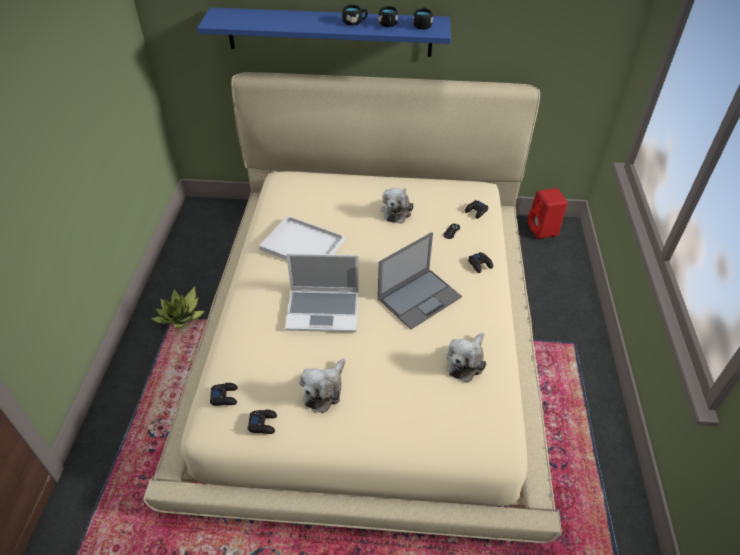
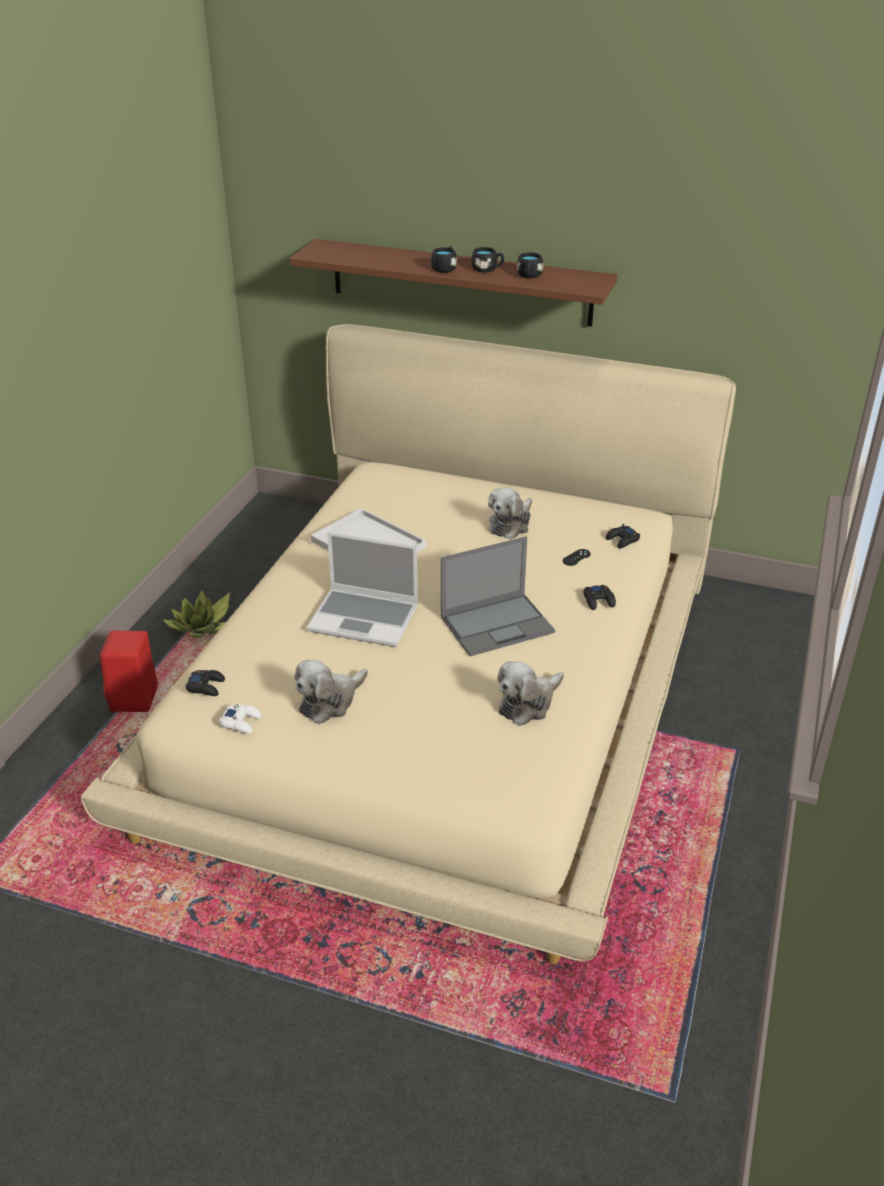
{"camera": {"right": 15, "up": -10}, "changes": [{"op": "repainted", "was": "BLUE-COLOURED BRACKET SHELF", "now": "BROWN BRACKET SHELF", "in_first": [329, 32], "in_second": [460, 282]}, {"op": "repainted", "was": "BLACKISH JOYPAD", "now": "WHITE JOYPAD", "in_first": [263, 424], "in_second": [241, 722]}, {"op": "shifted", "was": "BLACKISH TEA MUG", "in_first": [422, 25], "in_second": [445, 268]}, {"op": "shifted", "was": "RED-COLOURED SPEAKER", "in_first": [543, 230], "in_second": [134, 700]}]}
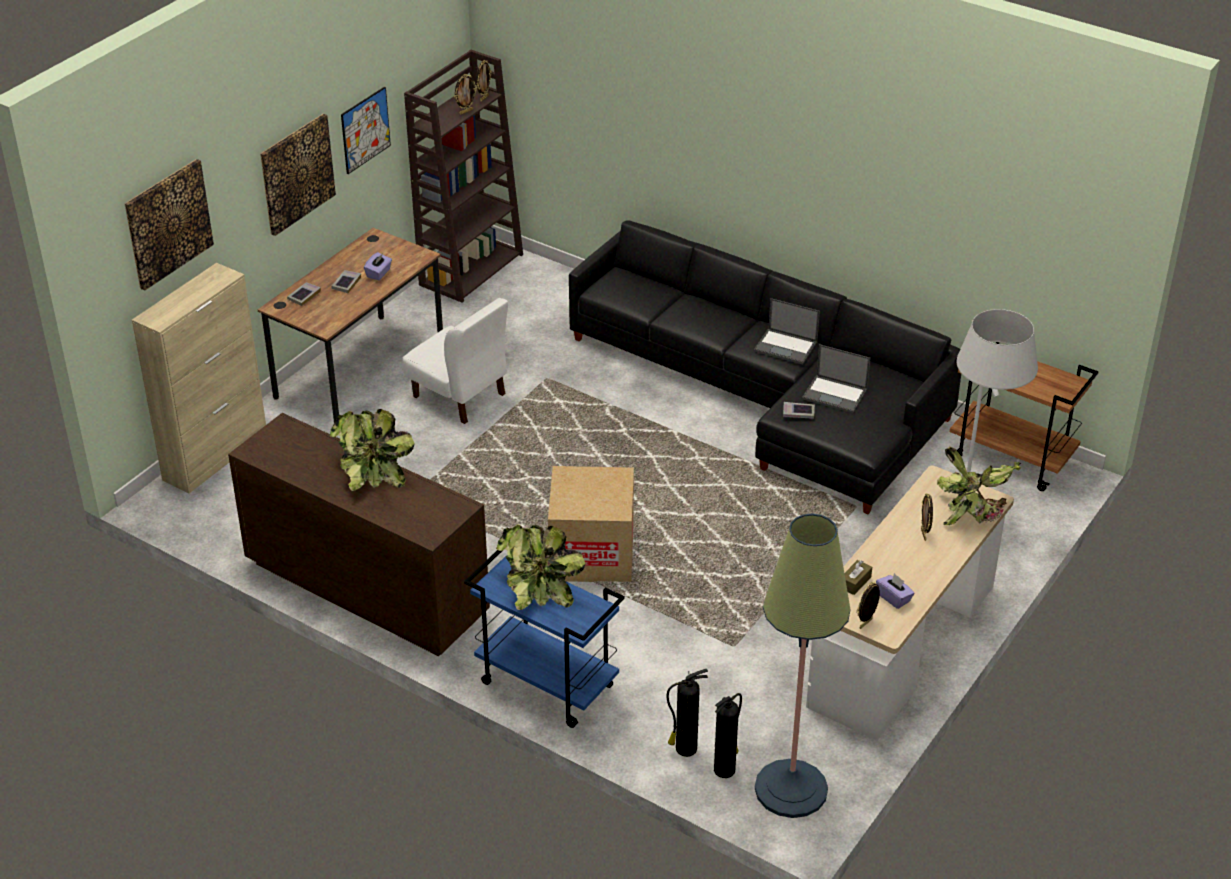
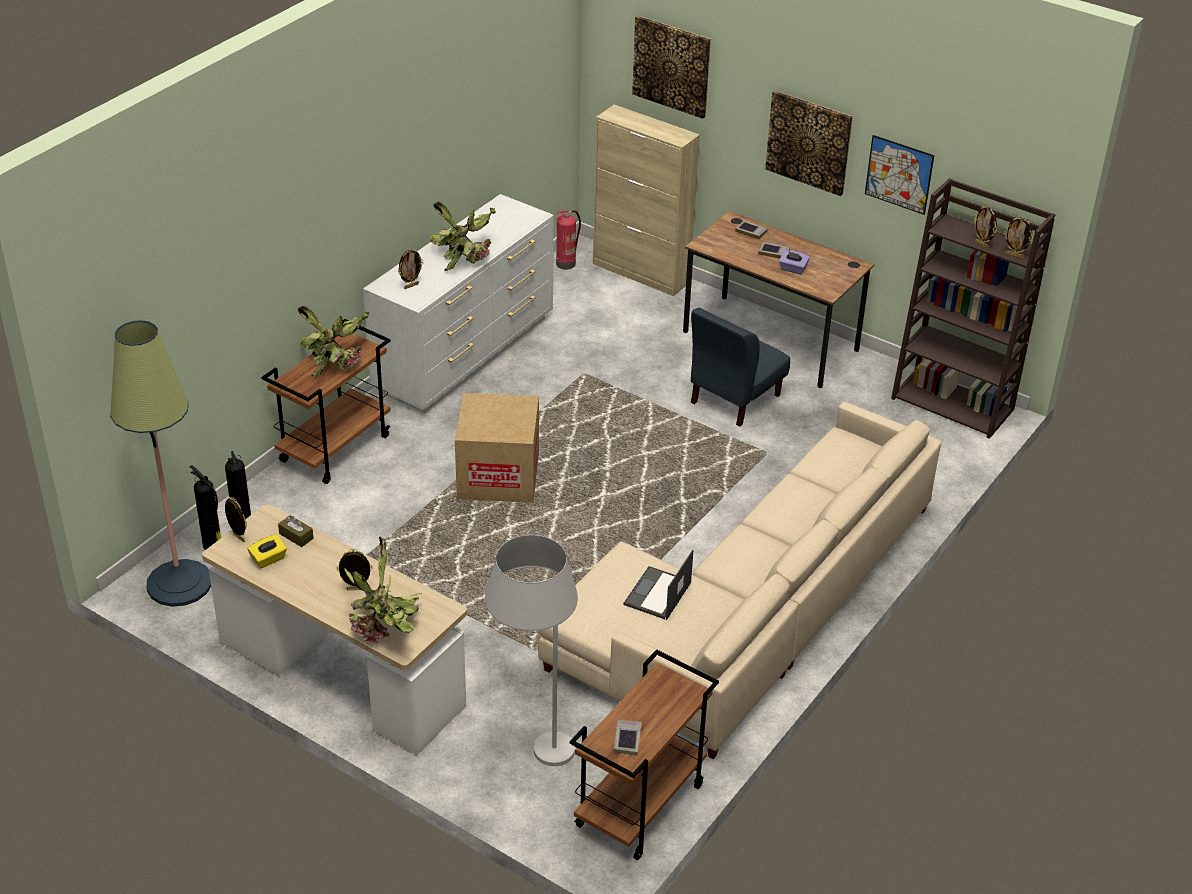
{"camera": {"right": 90, "up": 0}, "changes": [{"op": "repainted", "was": "BROWN CHEST OF DRAWERS", "now": "WHITE CHEST OF DRAWERS", "in_first": [366, 589], "in_second": [466, 354]}, {"op": "repainted", "was": "WHITE CHAIR", "now": "BLUE-COLOURED CHAIR", "in_first": [459, 395], "in_second": [734, 399]}, {"op": "repainted", "was": "BLUE-COLOURED CART", "now": "BROWN CART", "in_first": [545, 685], "in_second": [335, 448]}, {"op": "repainted", "was": "BLACKISH COUCH", "now": "BEIGE-COLOURED COUCH", "in_first": [769, 394], "in_second": [751, 610]}, {"op": "gone", "was": "PORTABLE COMPUTER", "in_first": [786, 346]}, {"op": "shifted", "was": "BOUND BOOK", "in_first": [798, 413], "in_second": [627, 740]}, {"op": "repainted", "was": "PURPLE TISSUE BOX", "now": "YELLOWISH TISSUE BOX", "in_first": [894, 598], "in_second": [268, 559]}, {"op": "new", "now": "STANDING FRAME", "in_second": [411, 286]}, {"op": "new", "now": "FIRE EXTINGUISHER", "in_second": [566, 263]}]}
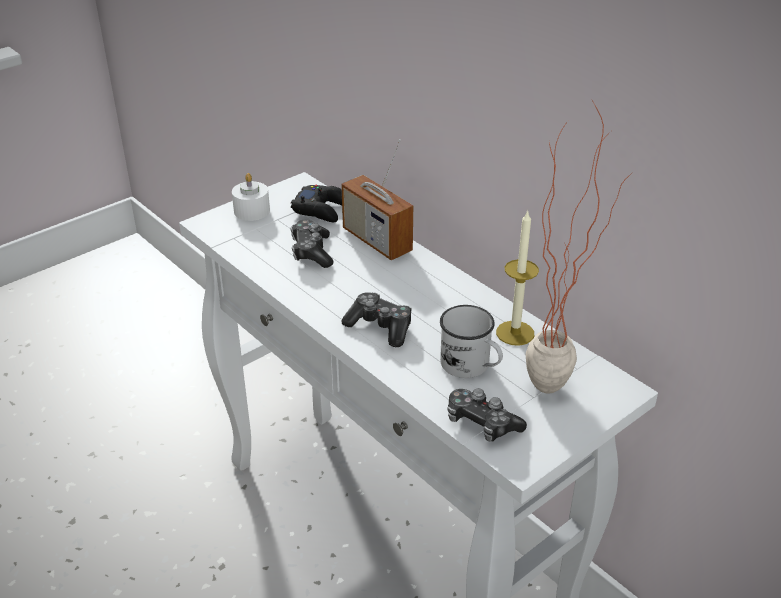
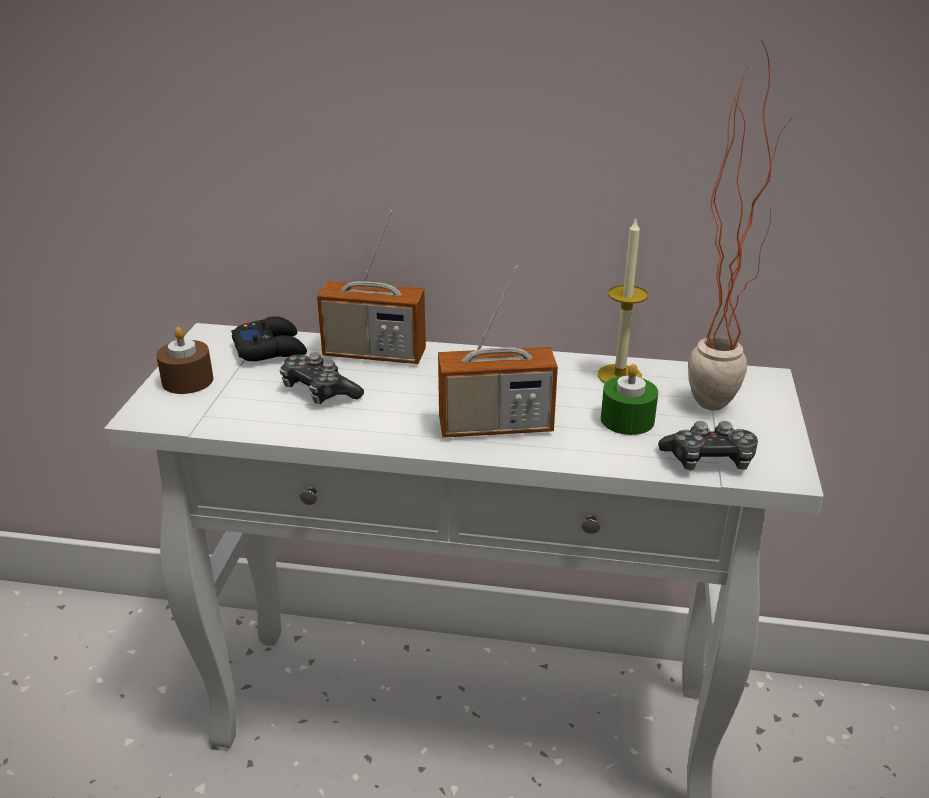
{"camera": {"right": -40, "up": -5}, "changes": [{"op": "repainted", "was": "WHITE WAX LIGHT", "now": "BROWN WAX LIGHT", "in_first": [252, 211], "in_second": [187, 380]}, {"op": "swapped", "was": "JOYPAD", "now": "RADIO SET", "in_first": [380, 327], "in_second": [495, 426]}, {"op": "swapped", "was": "WHITE TEA MUG", "now": "GREENISH WAX LIGHT", "in_first": [471, 366], "in_second": [627, 420]}]}
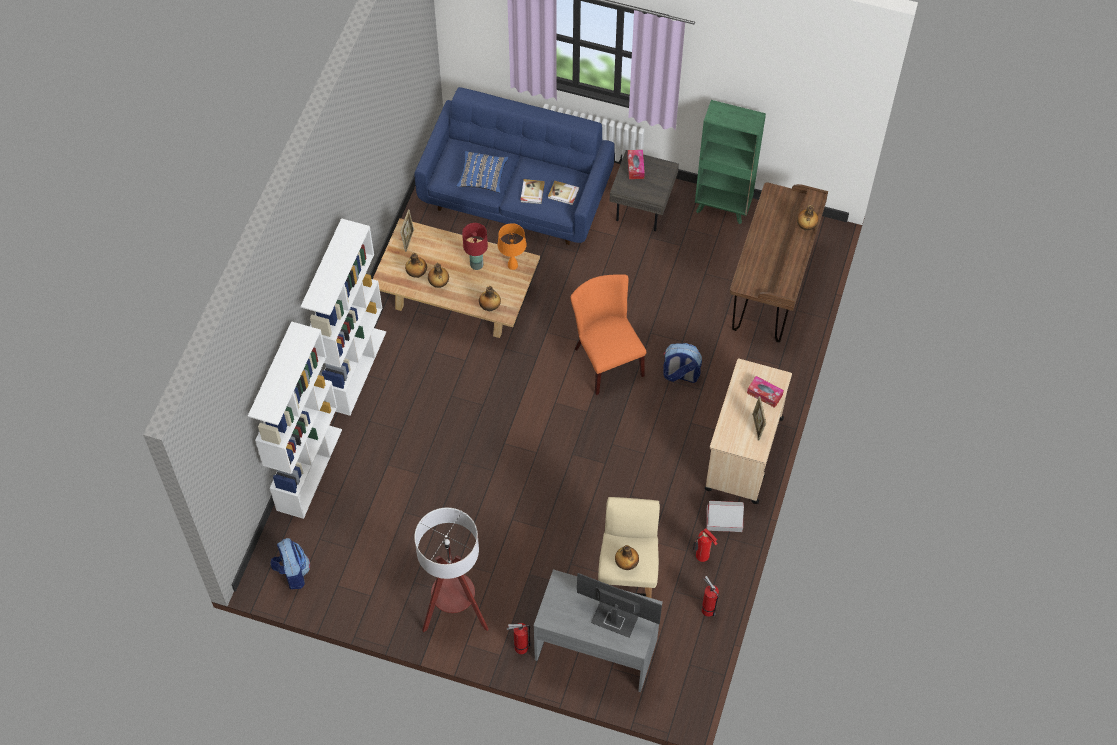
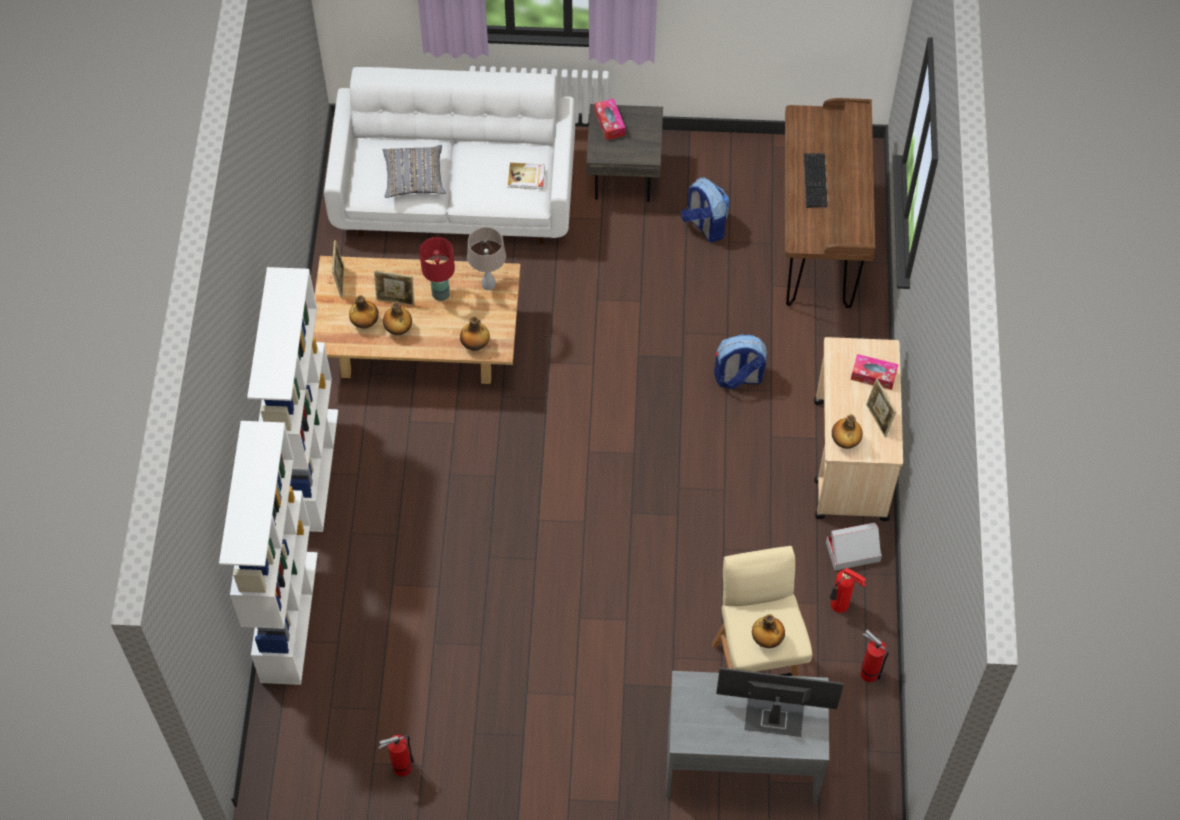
{"camera": {"right": -15, "up": 0}, "changes": [{"op": "shifted", "was": "BACKPACK", "in_first": [292, 572], "in_second": [704, 225]}, {"op": "repainted", "was": "BLUE-COLOURED COUCH", "now": "WHITE COUCH", "in_first": [516, 195], "in_second": [456, 194]}, {"op": "gone", "was": "FLOOR LAMP", "in_first": [455, 613]}, {"op": "repainted", "was": "BLUE-COLOURED CUSHION", "now": "GRAY CUSHION", "in_first": [482, 177], "in_second": [414, 179]}, {"op": "repainted", "was": "ORANGE-COLOURED LAMP FOR A TABLE", "now": "BEIGE-COLOURED LAMP FOR A TABLE", "in_first": [512, 265], "in_second": [488, 284]}, {"op": "shifted", "was": "FIRE EXTINGUISHER", "in_first": [519, 648], "in_second": [399, 768]}, {"op": "gone", "was": "BOUND BOOK", "in_first": [532, 192]}, {"op": "gone", "was": "ORANGE-COLOURED CHAIR", "in_first": [605, 358]}, {"op": "gone", "was": "GREENISH BOOKSHELF", "in_first": [723, 207]}, {"op": "shifted", "was": "DRINK BOTTLE", "in_first": [806, 226], "in_second": [844, 442]}, {"op": "new", "now": "STANDING FRAME", "in_second": [396, 301]}, {"op": "new", "now": "PC KEYBOARD", "in_second": [816, 181]}]}
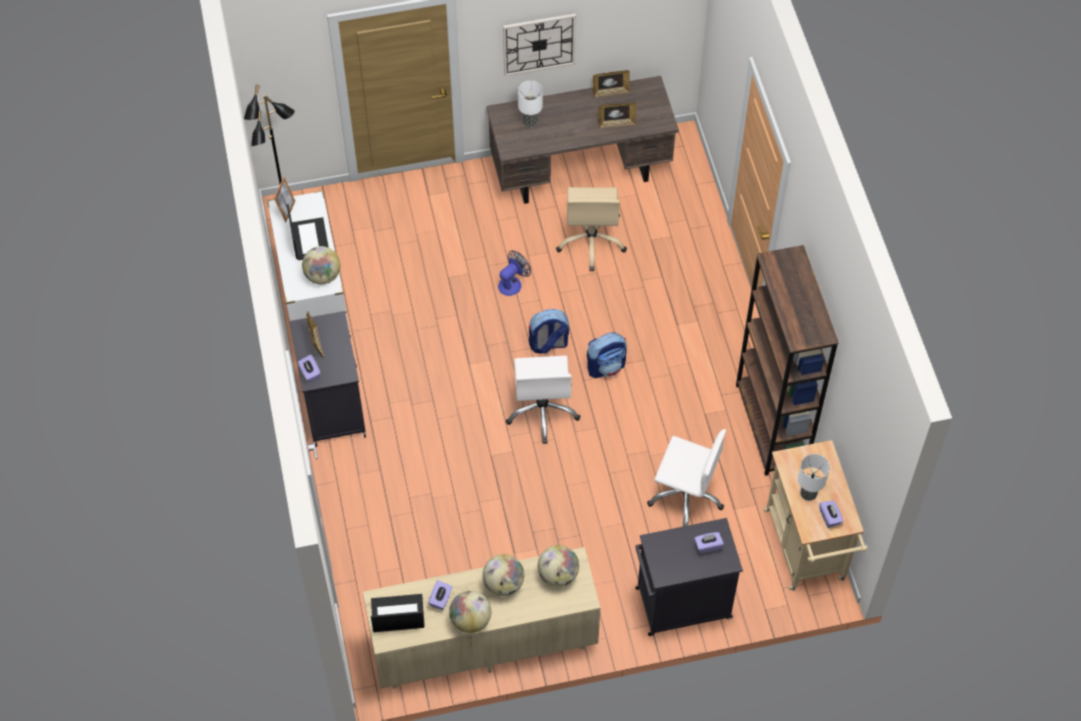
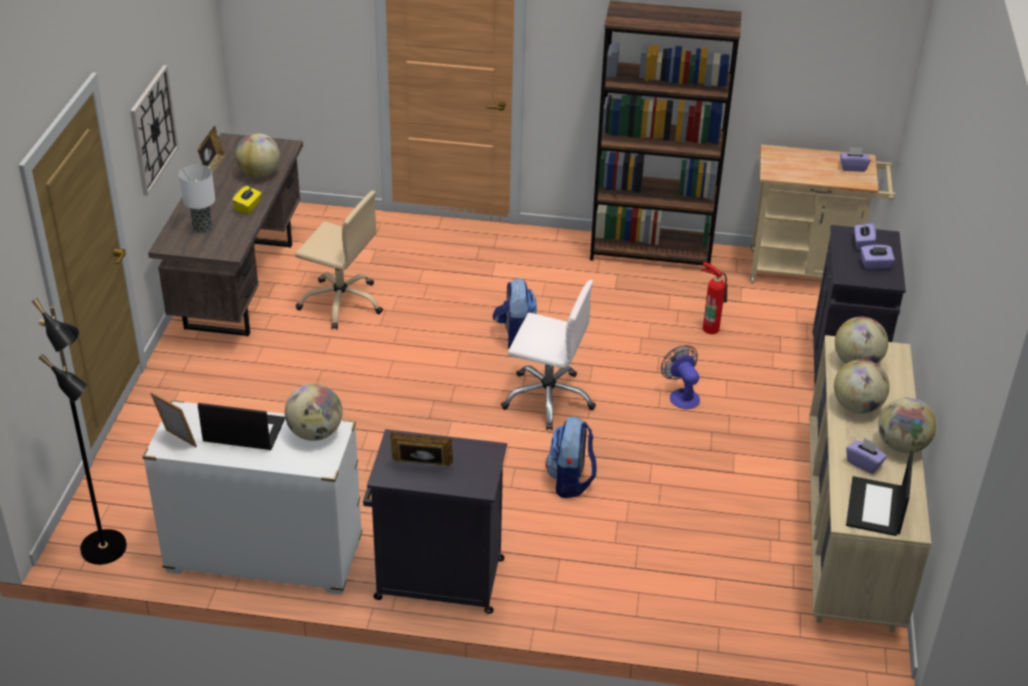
{"camera": {"right": -70, "up": -20}, "changes": [{"op": "shifted", "was": "PURPLE TISSUE BOX", "in_first": [310, 373], "in_second": [875, 265]}, {"op": "shifted", "was": "ELECTRIC FAN", "in_first": [513, 283], "in_second": [681, 395]}, {"op": "shifted", "was": "BACKPACK", "in_first": [548, 344], "in_second": [570, 481]}, {"op": "swapped", "was": "STANDING FRAME", "now": "WORLD GLOBE", "in_first": [616, 123], "in_second": [259, 174]}, {"op": "swapped", "was": "WHITE COMPUTER CHAIR", "now": "FIRE EXTINGUISHER", "in_first": [686, 496], "in_second": [710, 328]}, {"op": "gone", "was": "LAMP FOR A TABLE", "in_first": [808, 493]}, {"op": "new", "now": "YELLOWISH TISSUE BOX", "in_second": [248, 207]}]}
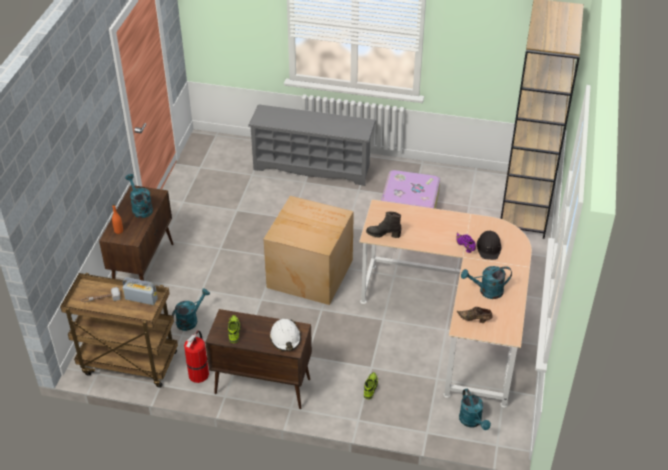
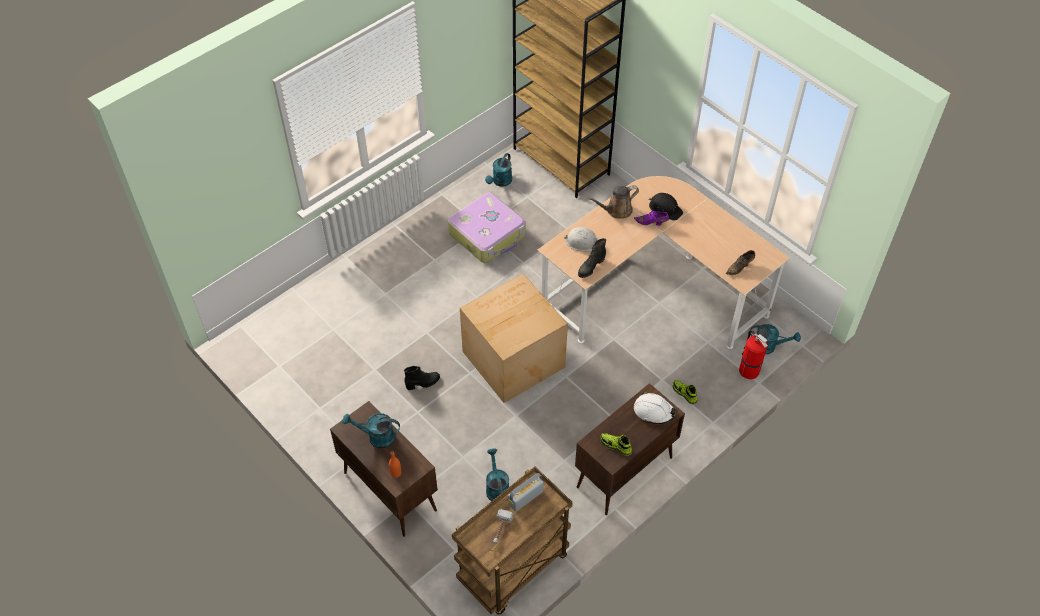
{"camera": {"right": -55, "up": 10}, "changes": [{"op": "shifted", "was": "FIRE EXTINGUISHER", "in_first": [199, 373], "in_second": [748, 369]}, {"op": "gone", "was": "GRAY SHOE SHELF", "in_first": [313, 167]}, {"op": "shifted", "was": "BLUE-GREEN WATERING CAN", "in_first": [486, 291], "in_second": [500, 182]}, {"op": "new", "now": "BLACKISH HIGH-TOP BOOT", "in_second": [423, 383]}, {"op": "new", "now": "WHITE WORK HELMET", "in_second": [583, 242]}, {"op": "new", "now": "BROWN WATERING CAN", "in_second": [616, 210]}]}
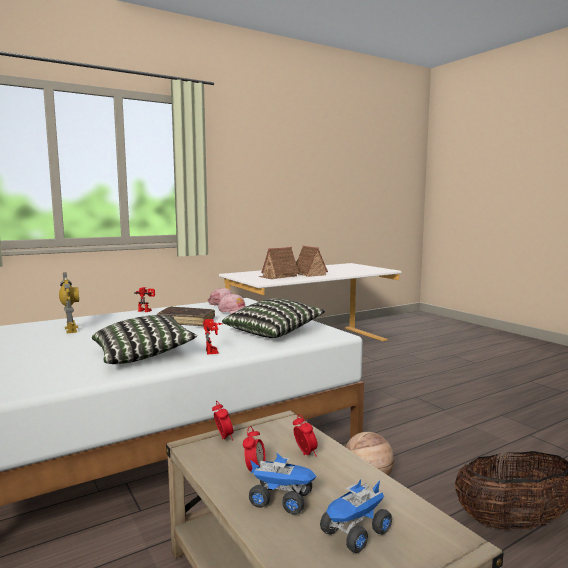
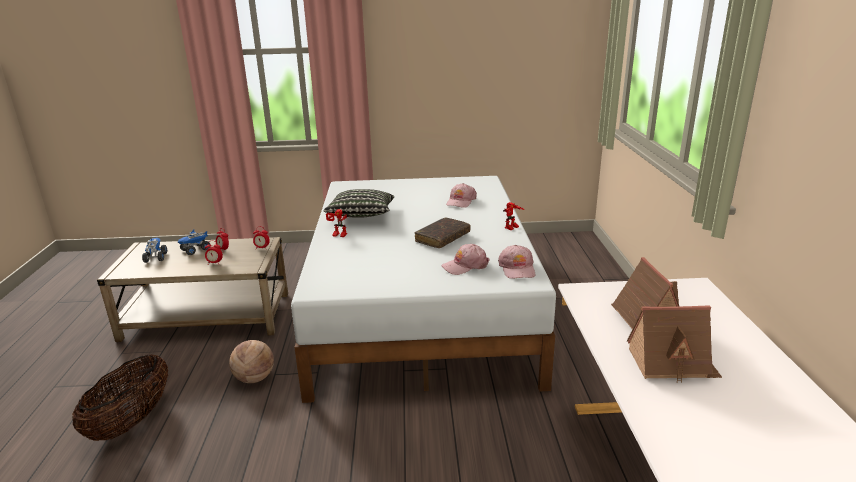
{"camera": {"right": 120, "up": 15}, "changes": [{"op": "swapped", "was": "TOY ROBOT", "now": "PINKISH BASEBALL CAP", "in_first": [71, 330], "in_second": [461, 201]}, {"op": "gone", "was": "CUSHION", "in_first": [273, 332]}]}
